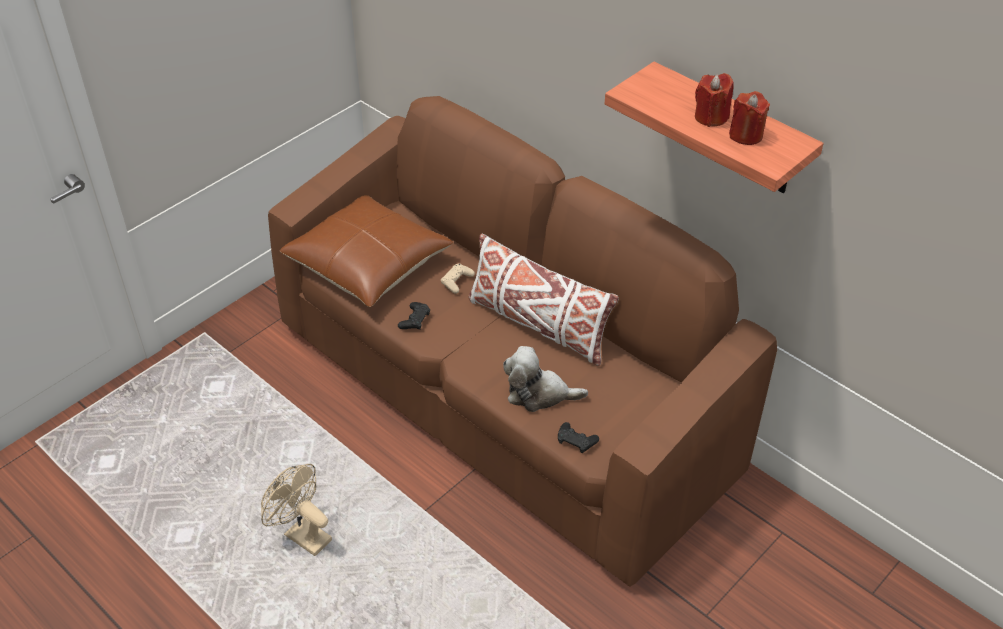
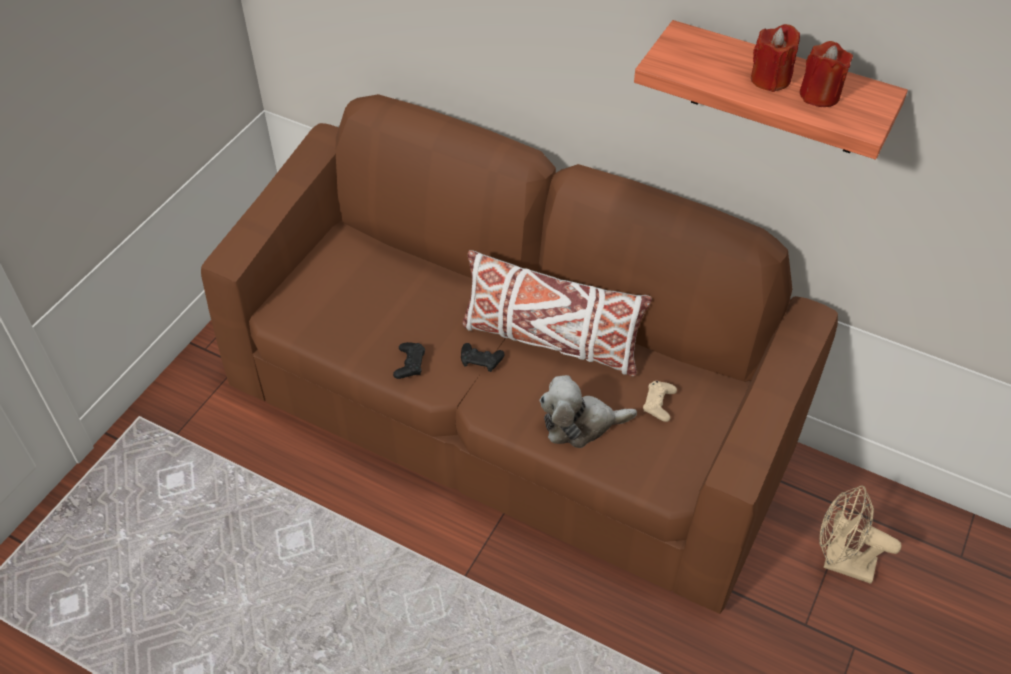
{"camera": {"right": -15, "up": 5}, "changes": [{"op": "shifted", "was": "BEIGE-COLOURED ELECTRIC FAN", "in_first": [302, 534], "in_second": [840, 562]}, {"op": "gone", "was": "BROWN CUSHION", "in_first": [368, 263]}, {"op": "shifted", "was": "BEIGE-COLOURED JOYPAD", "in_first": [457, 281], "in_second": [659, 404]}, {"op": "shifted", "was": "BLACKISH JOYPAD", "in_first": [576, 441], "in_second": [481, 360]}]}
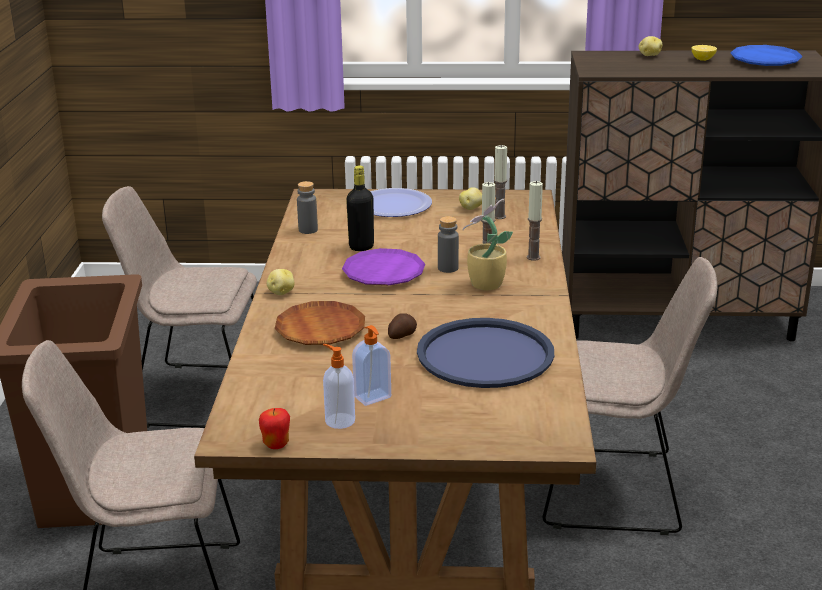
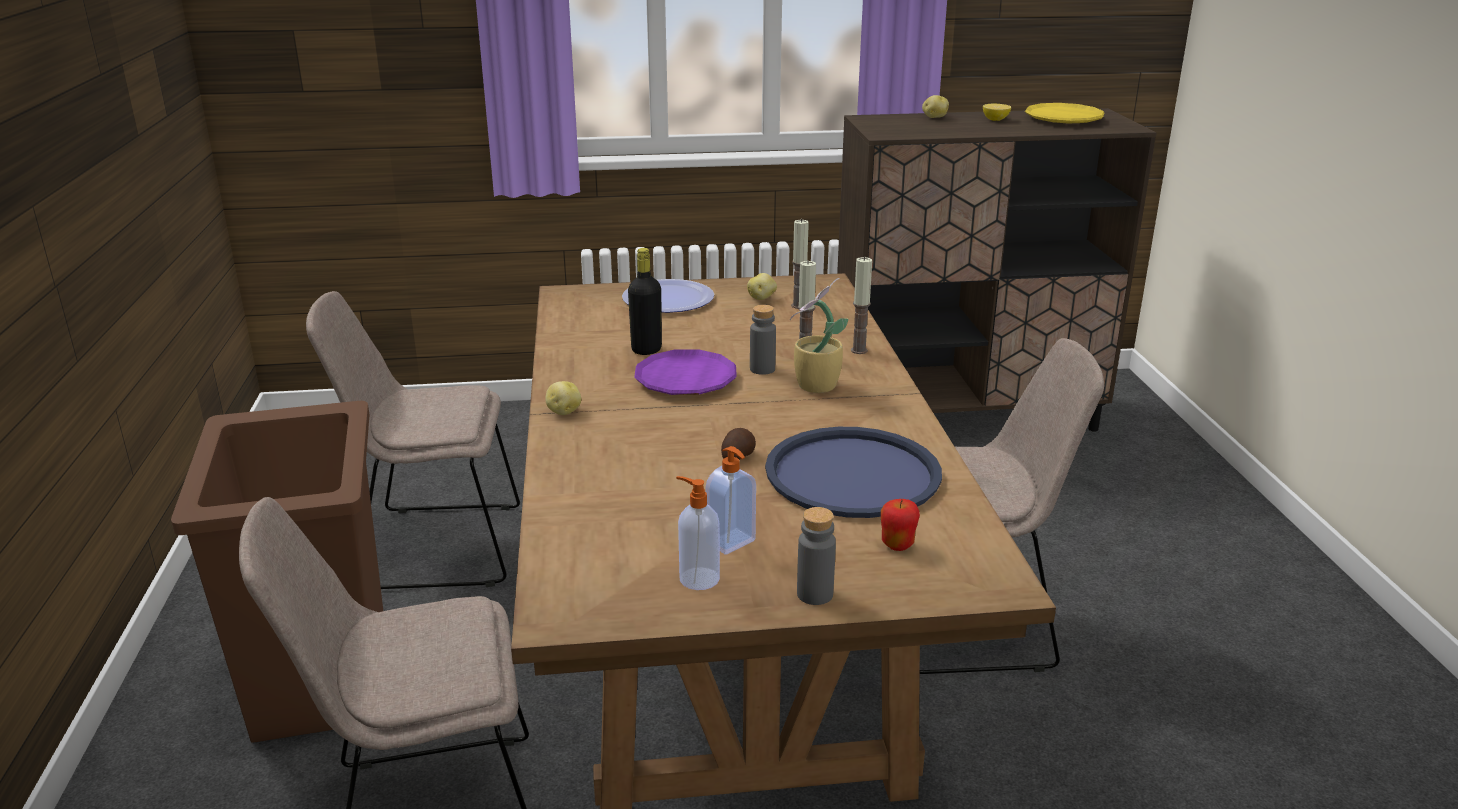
{"camera": {"right": -10, "up": 0}, "changes": [{"op": "shifted", "was": "WHOLE APPLE", "in_first": [276, 444], "in_second": [897, 545]}, {"op": "gone", "was": "BROWN DINNER PLATE", "in_first": [320, 329]}, {"op": "shifted", "was": "GRAY DRINK BOTTLE", "in_first": [308, 230], "in_second": [814, 594]}, {"op": "repainted", "was": "BLUE-COLOURED DINNER PLATE", "now": "YELLOWISH DINNER PLATE", "in_first": [765, 61], "in_second": [1063, 119]}]}
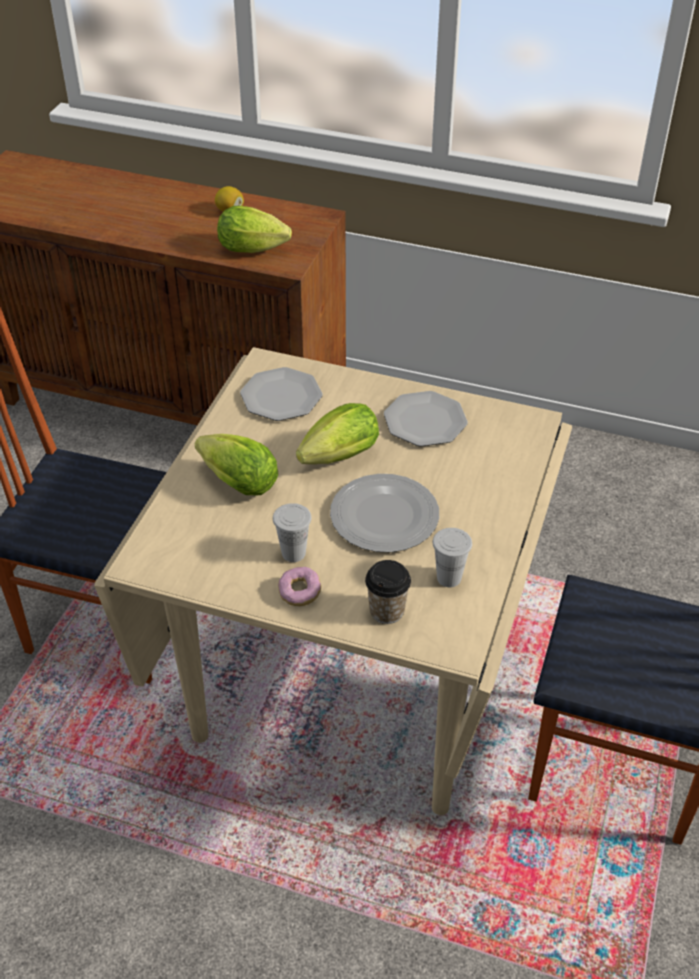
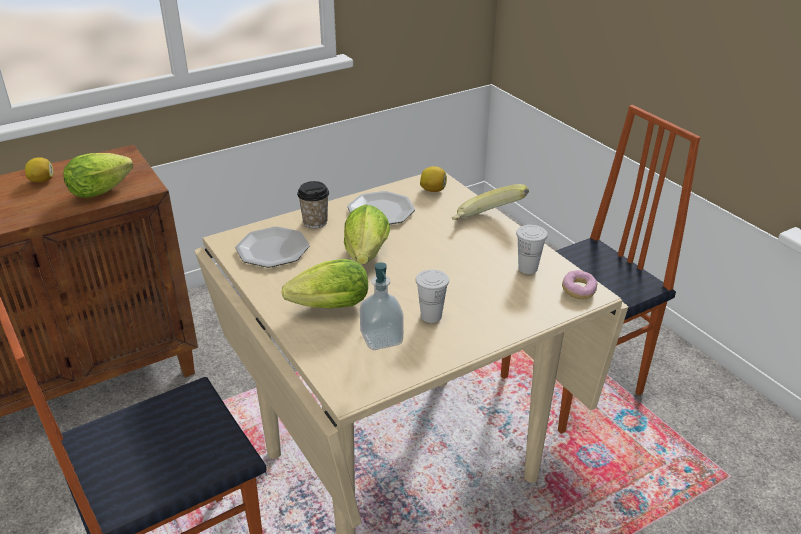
{"camera": {"right": -50, "up": -10}, "changes": [{"op": "shifted", "was": "RING DOUGHNUT", "in_first": [299, 593], "in_second": [578, 291]}, {"op": "gone", "was": "DINNER PLATE", "in_first": [383, 516]}, {"op": "shifted", "was": "CUP", "in_first": [387, 611], "in_second": [315, 222]}, {"op": "new", "now": "SOAP DISPENSER", "in_second": [381, 339]}, {"op": "new", "now": "LEMON", "in_second": [433, 190]}, {"op": "new", "now": "BANANA", "in_second": [487, 221]}]}
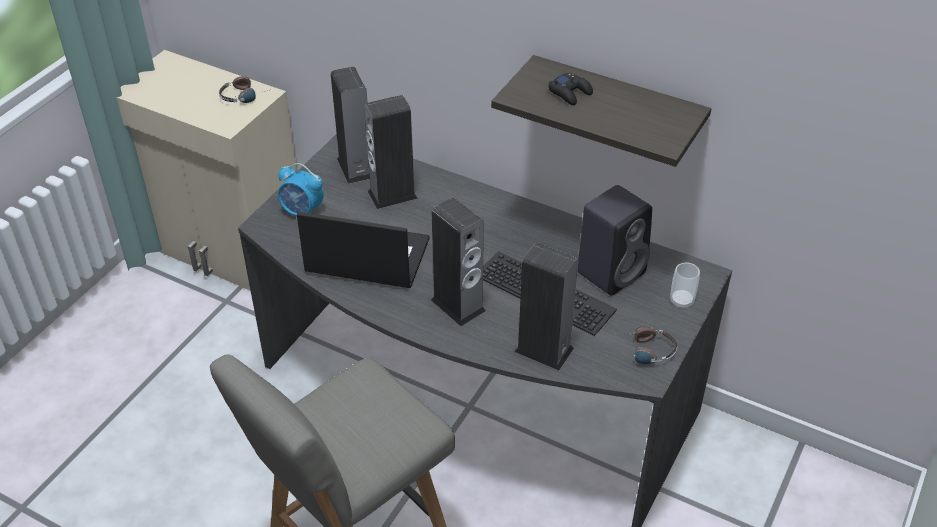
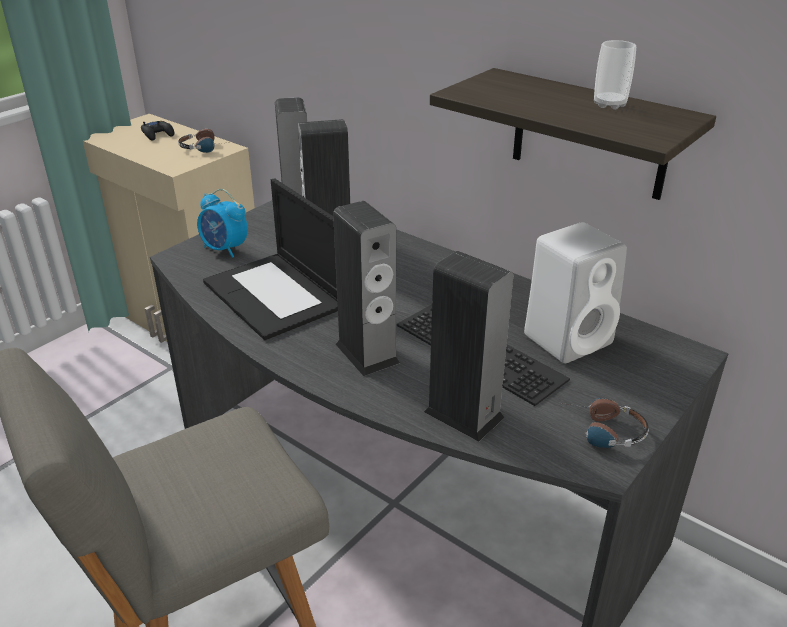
{"camera": {"right": 10, "up": -10}, "changes": [{"op": "rotated", "was": "PORTABLE COMPUTER", "in_first": [366, 256], "in_second": [276, 295], "clockwise": -150}, {"op": "shifted", "was": "BLACKISH JOYPAD", "in_first": [570, 93], "in_second": [158, 134]}, {"op": "repainted", "was": "BLACKISH SPEAKER", "now": "WHITE SPEAKER", "in_first": [612, 271], "in_second": [569, 338]}, {"op": "shifted", "was": "CUP", "in_first": [681, 301], "in_second": [609, 104]}]}
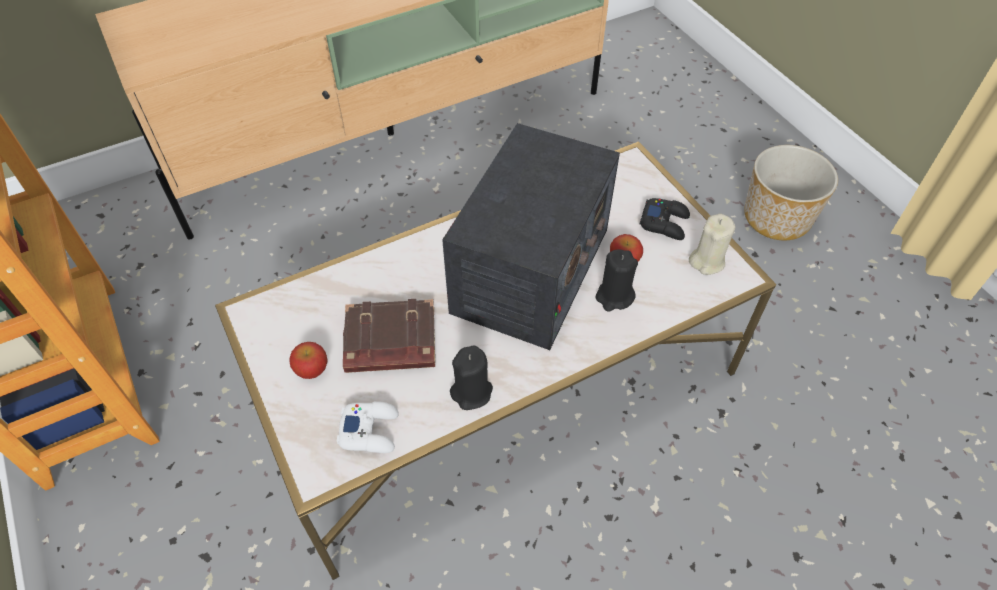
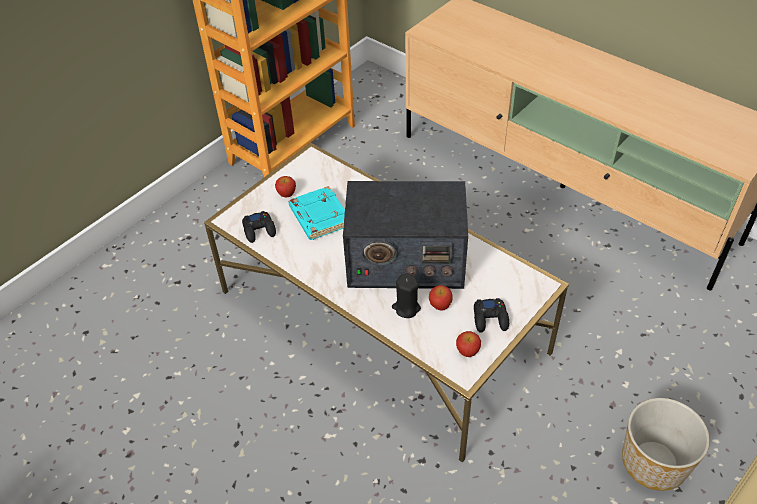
{"camera": {"right": 70, "up": -5}, "changes": [{"op": "repainted", "was": "WHITE JOYPAD", "now": "BLACKISH JOYPAD", "in_first": [370, 431], "in_second": [259, 230]}, {"op": "repainted", "was": "BROWN BOUND BOOK", "now": "BLUE-GREEN BOUND BOOK", "in_first": [389, 342], "in_second": [318, 217]}, {"op": "gone", "was": "BLACKISH WAX LIGHT", "in_first": [472, 392]}, {"op": "swapped", "was": "BEIGE-COLOURED WAX LIGHT", "now": "WHOLE APPLE", "in_first": [707, 261], "in_second": [467, 351]}]}
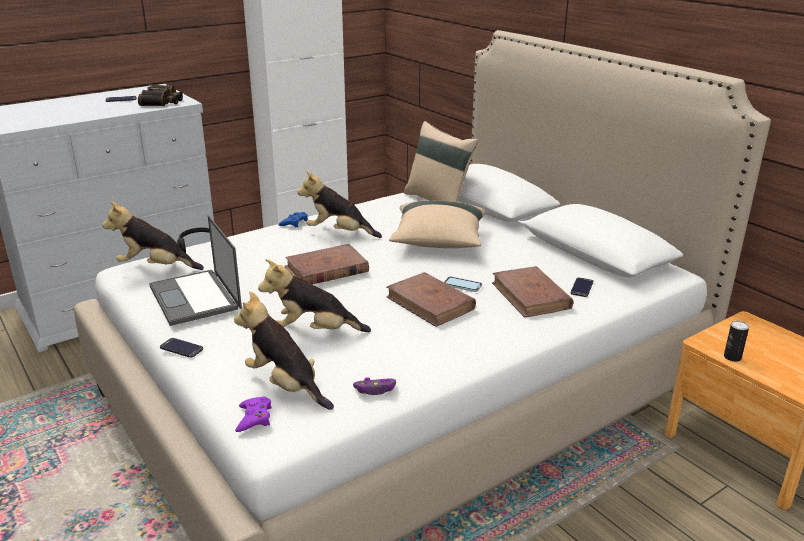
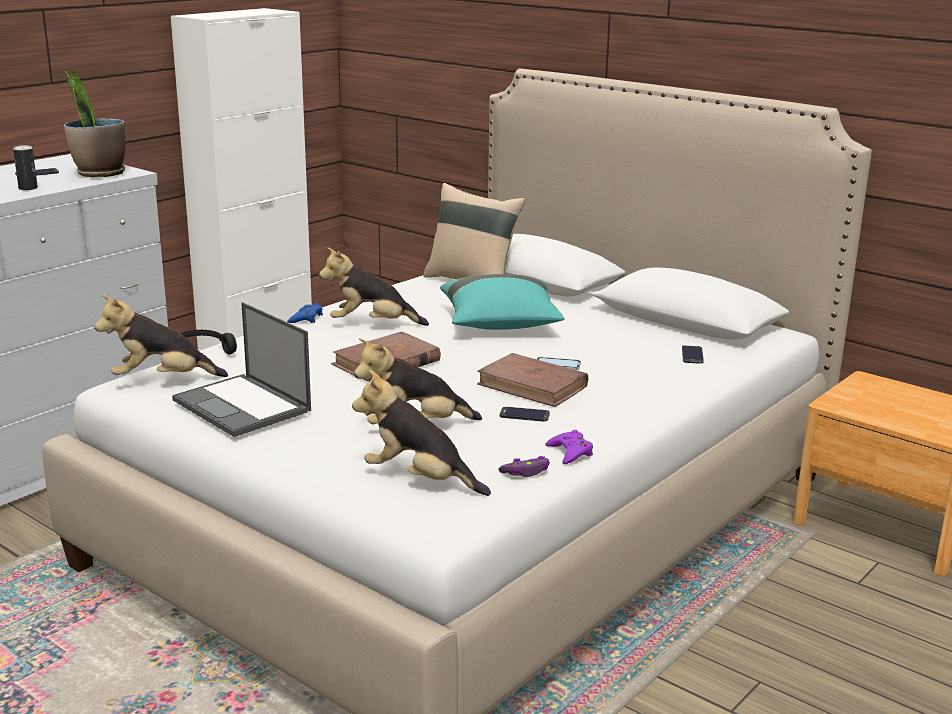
{"camera": {"right": -15, "up": -5}, "changes": [{"op": "swapped", "was": "FIELD GLASSES", "now": "HOUSEPLANT", "in_first": [162, 102], "in_second": [99, 173]}, {"op": "shifted", "was": "PHONE", "in_first": [181, 348], "in_second": [524, 415]}, {"op": "shifted", "was": "PURPLE JOYPAD", "in_first": [254, 418], "in_second": [570, 452]}, {"op": "repainted", "was": "BEIGE-COLOURED CUSHION", "now": "BLUE-GREEN CUSHION", "in_first": [438, 242], "in_second": [500, 324]}, {"op": "gone", "was": "BROWN BOUND BOOK", "in_first": [531, 296]}, {"op": "shifted", "was": "METAL CAN", "in_first": [732, 357], "in_second": [28, 188]}]}
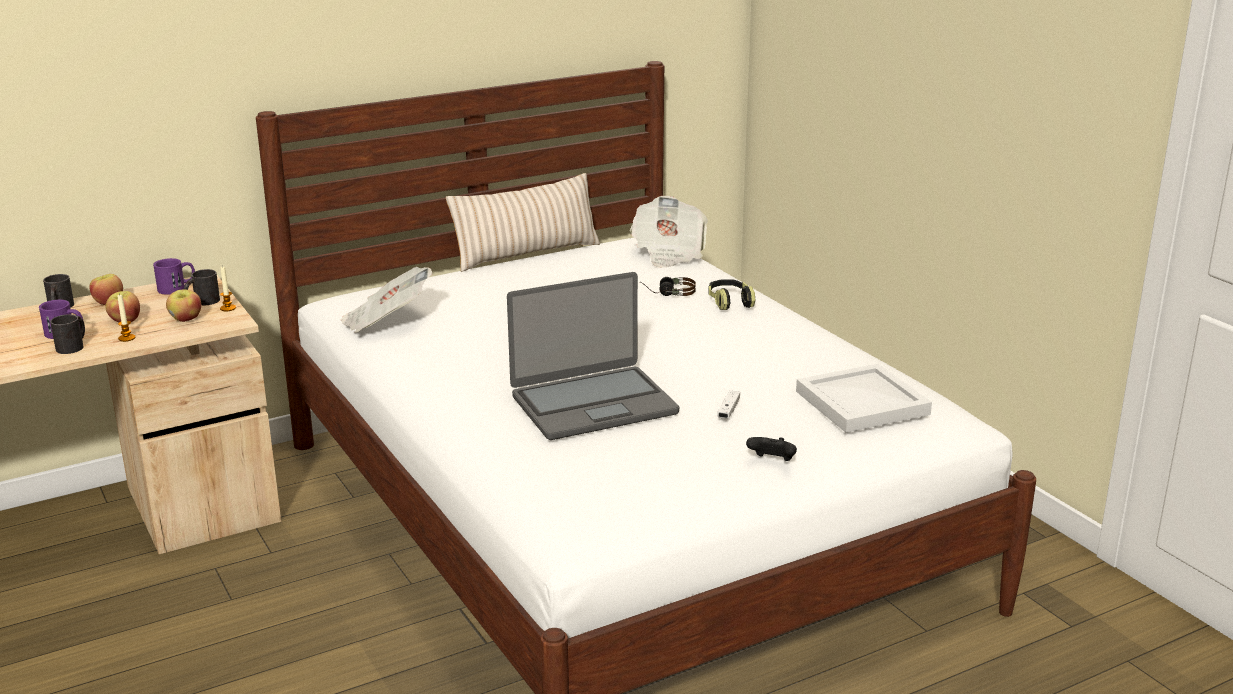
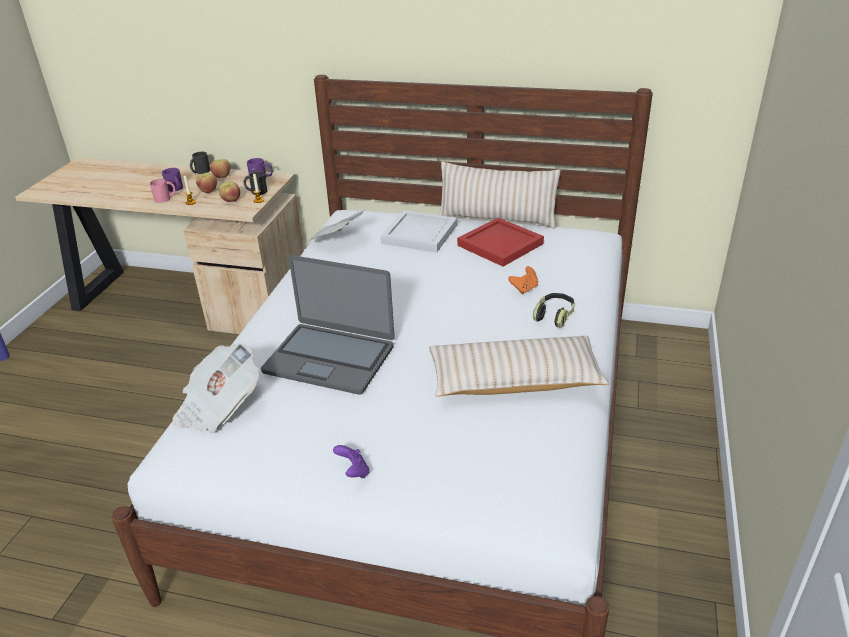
{"camera": {"right": 45, "up": 10}, "changes": [{"op": "repainted", "was": "BLACKISH TEA MUG", "now": "PINKISH TEA MUG", "in_first": [73, 346], "in_second": [165, 198]}, {"op": "shifted", "was": "PRINTED PAPER", "in_first": [668, 253], "in_second": [219, 407]}, {"op": "swapped", "was": "HEADPHONES", "now": "ORANGE-COLOURED JOYPAD", "in_first": [667, 293], "in_second": [524, 289]}, {"op": "gone", "was": "WHITE JOYPAD", "in_first": [728, 410]}, {"op": "repainted", "was": "BLACKISH JOYPAD", "now": "PURPLE JOYPAD", "in_first": [772, 462], "in_second": [353, 472]}, {"op": "shifted", "was": "WHITE TRAY", "in_first": [862, 402], "in_second": [421, 234]}, {"op": "new", "now": "BEIGE-COLOURED CUSHION", "in_second": [514, 380]}, {"op": "new", "now": "RED-COLOURED TRAY", "in_second": [500, 245]}]}
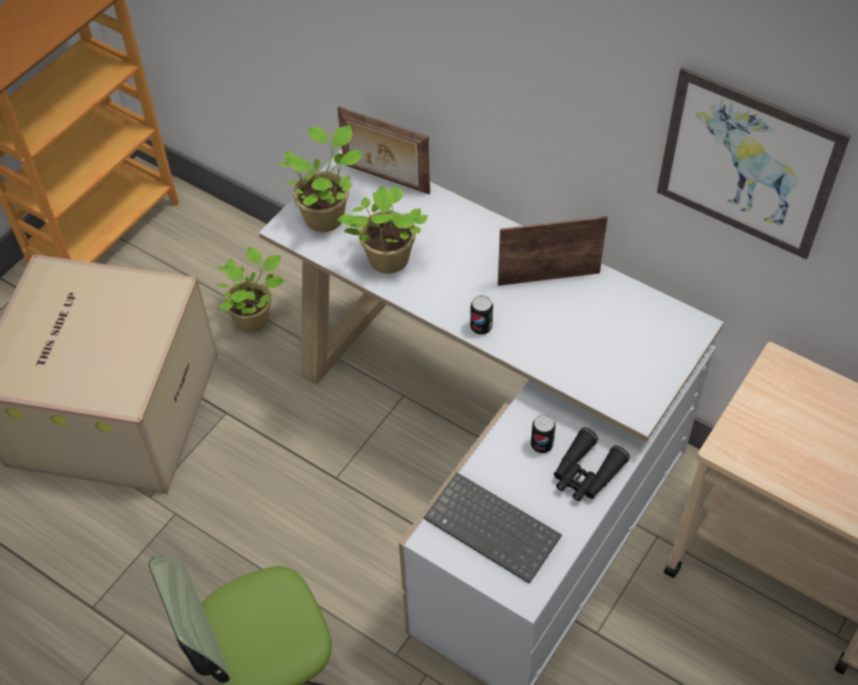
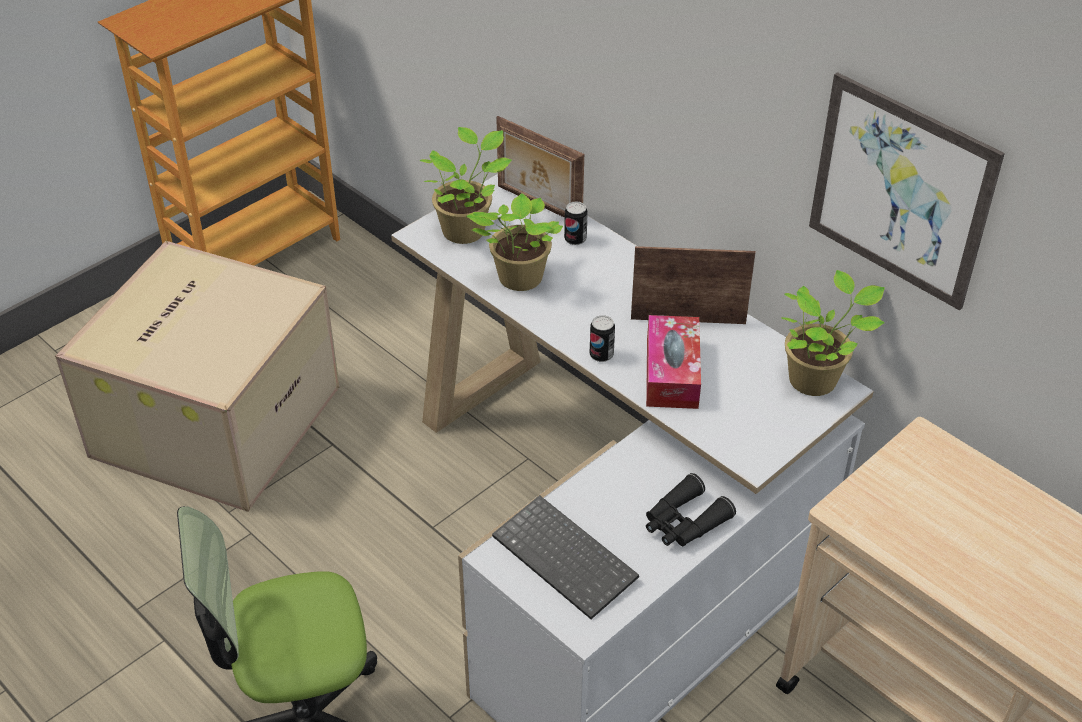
{"camera": {"right": 10, "up": -10}, "changes": [{"op": "shifted", "was": "HOUSEPLANT", "in_first": [254, 318], "in_second": [816, 379]}, {"op": "shifted", "was": "METAL CAN", "in_first": [541, 444], "in_second": [575, 239]}, {"op": "new", "now": "TISSUE BOX", "in_second": [672, 373]}]}
